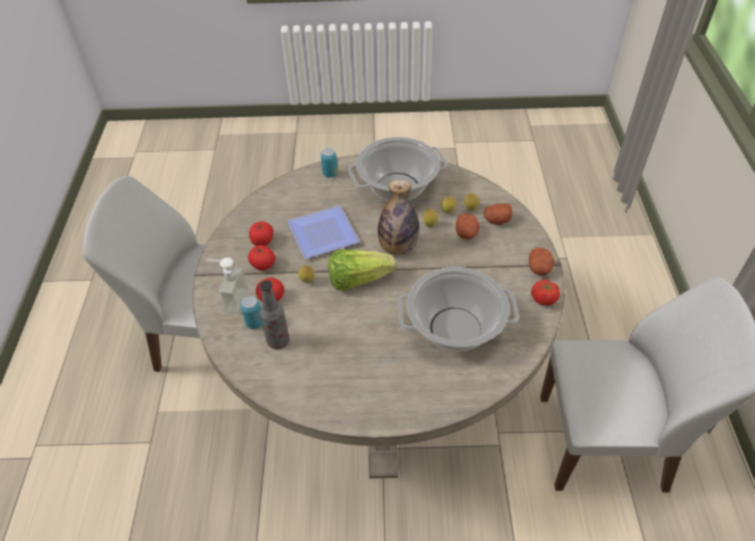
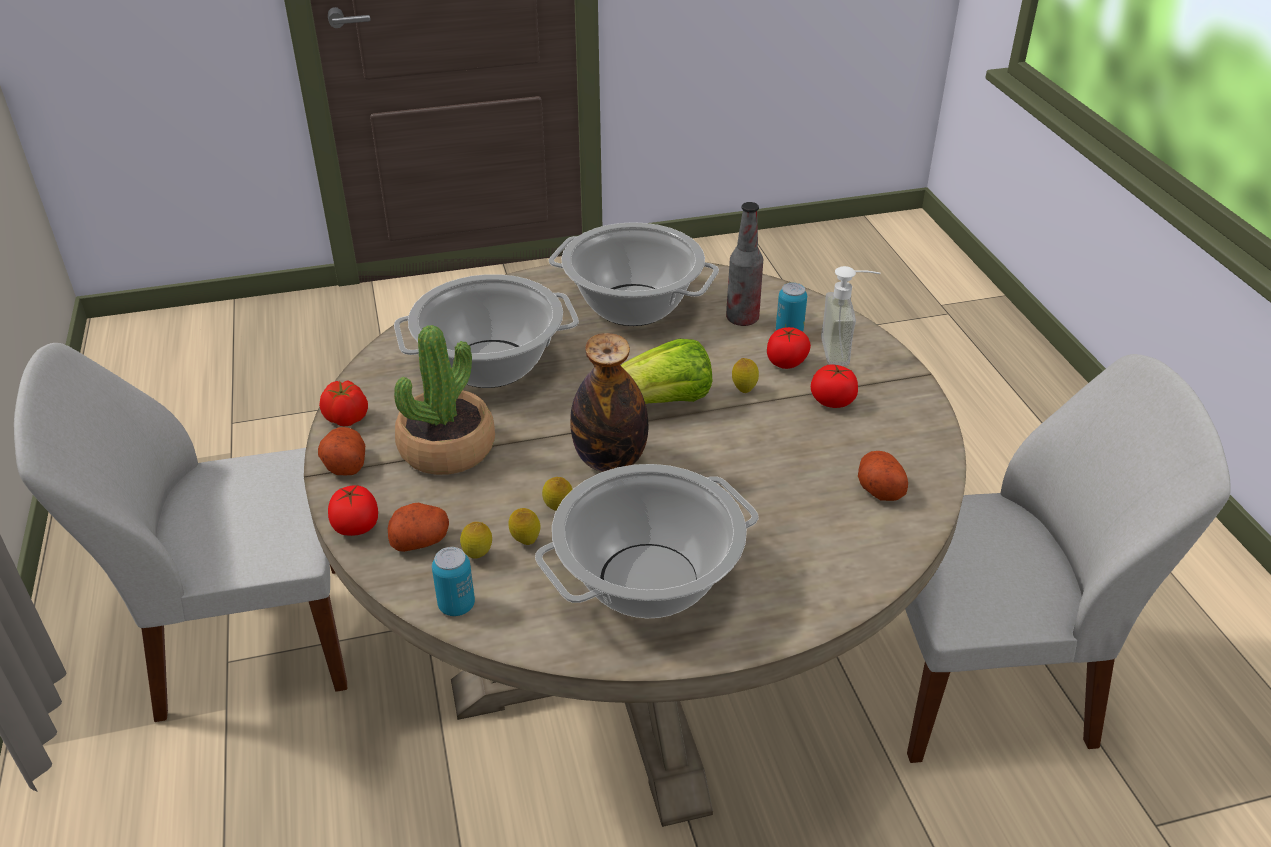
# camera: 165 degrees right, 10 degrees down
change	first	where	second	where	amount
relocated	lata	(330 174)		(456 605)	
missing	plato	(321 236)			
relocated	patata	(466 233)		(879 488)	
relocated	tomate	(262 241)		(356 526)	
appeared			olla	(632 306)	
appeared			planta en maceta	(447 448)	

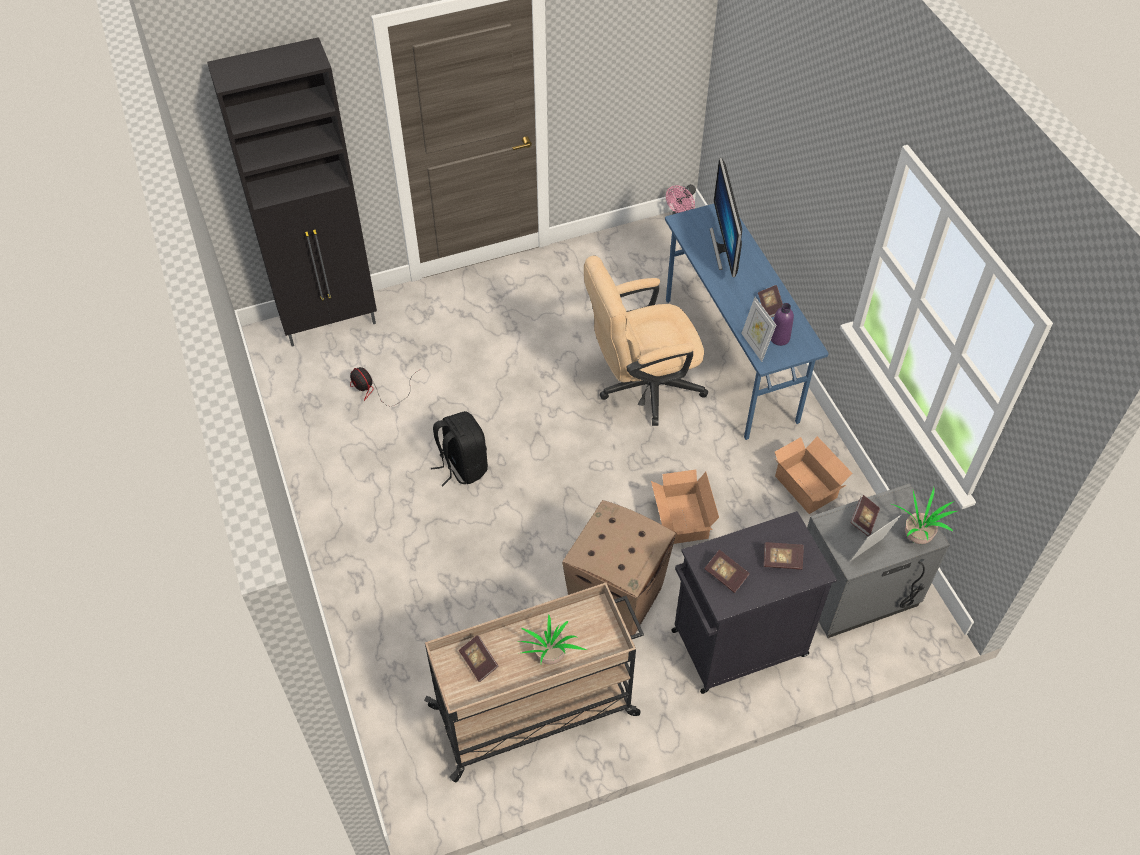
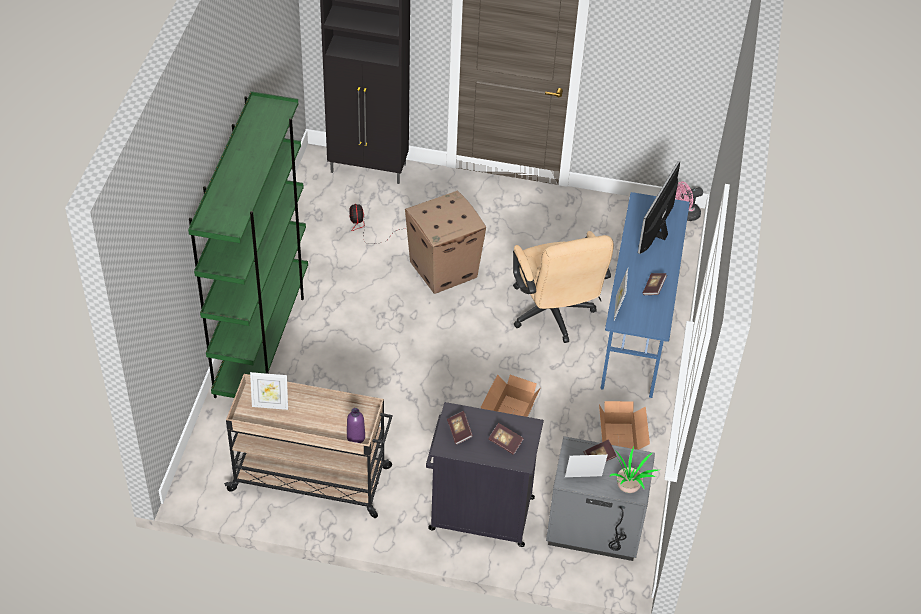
# camera: 30 degrees right, 5 degrees down
change	first	where	second	where	amount
spun	silla de oficina [beis]	(641 387)		(553 316)	120 degrees counterclockwise
relocated	botella [morado]	(779 338)		(356 437)	
missing	mochila [negro]	(462 466)			
relocated	caja de cartón	(617 598)		(444 269)	
missing	planta en maceta	(550 657)			
exchanged	libro	(479 662)	portarretratos	(270 405)	
appeared			estantería [verde]	(262 338)	

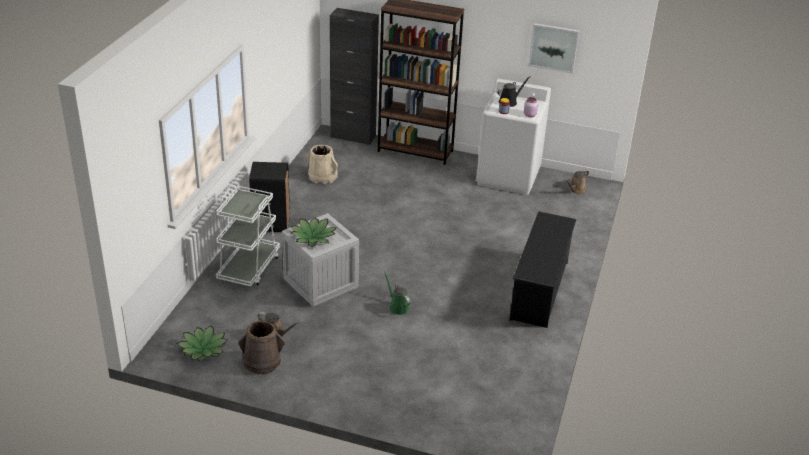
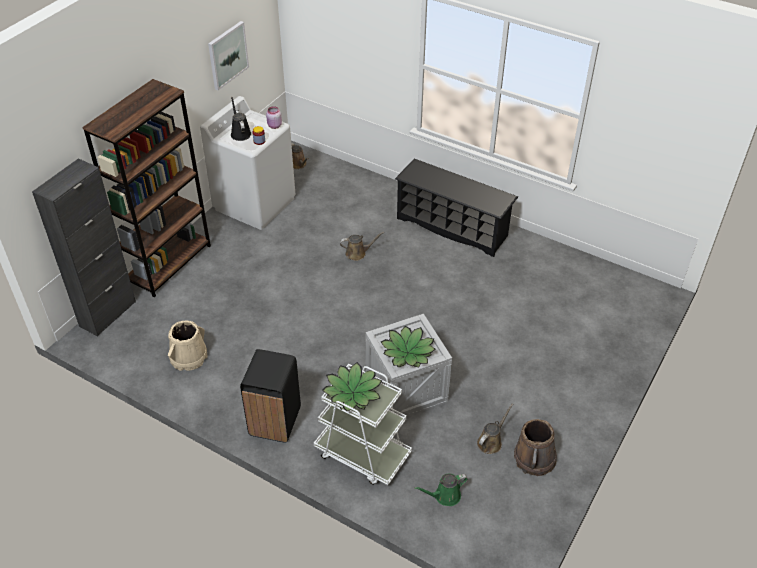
# camera: 75 degrees left, 10 degrees up
change	first	where	second	where	amount
relocated	regadera [verde]	(398 307)		(445 496)	
relocated	planta en maceta	(203 348)		(352 393)	
appeared			regadera [marrón]	(357 253)	

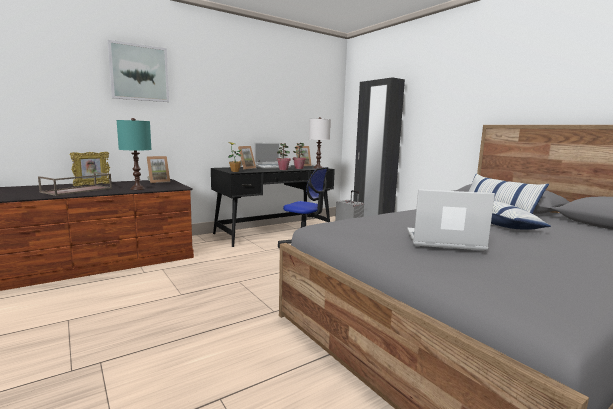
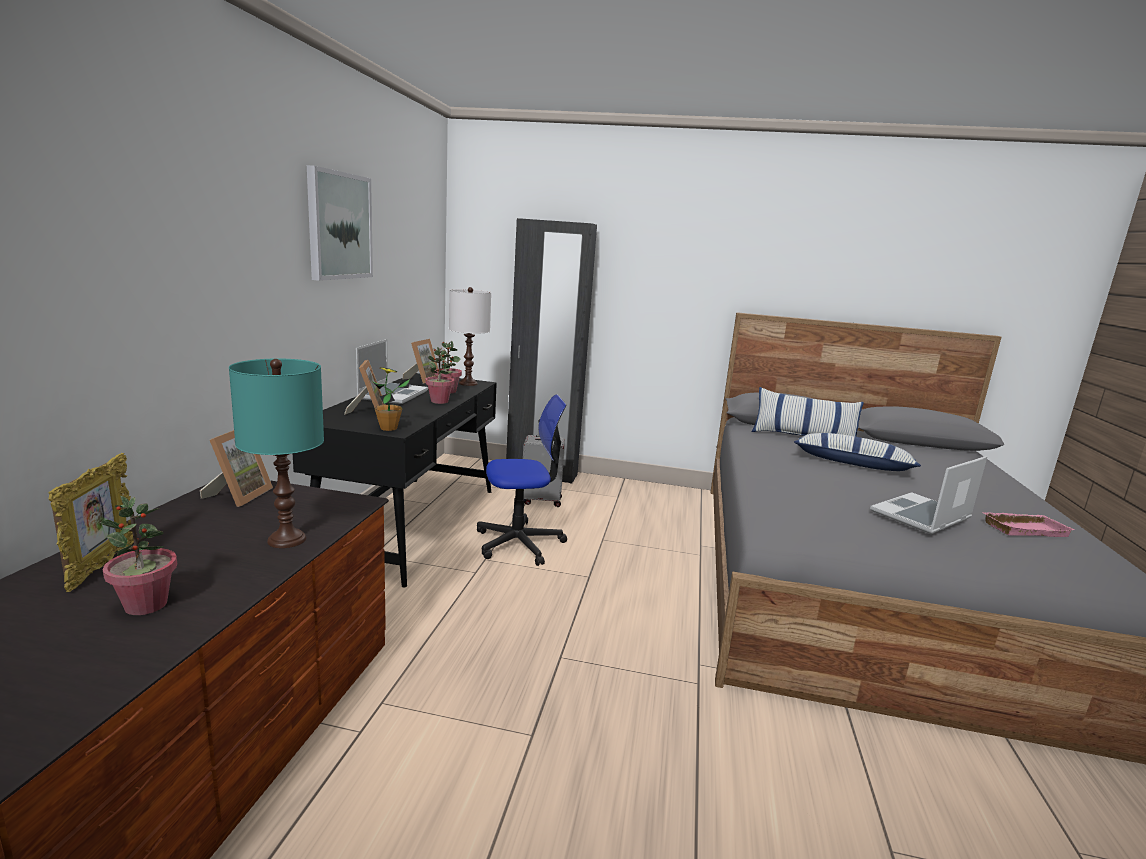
# camera: 45 degrees left, 5 degrees up
change	first	where	second	where	amount
relocated	cuadro	(139 73)		(339 226)	
exchanged	bandeja [marrón]	(77 190)	planta en maceta	(146 605)	
appeared			bandeja [rosa]	(1023 528)	

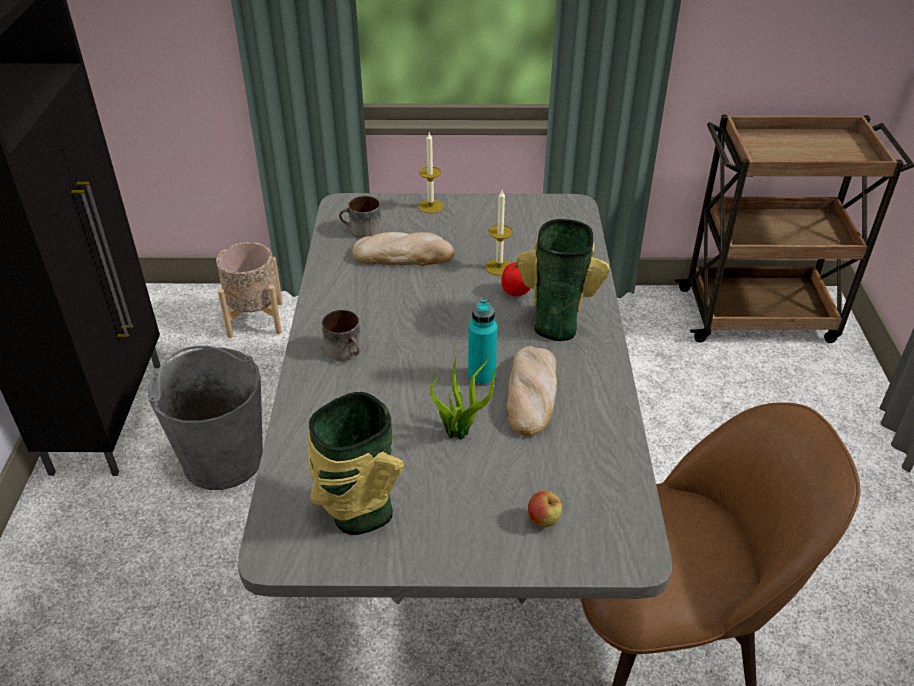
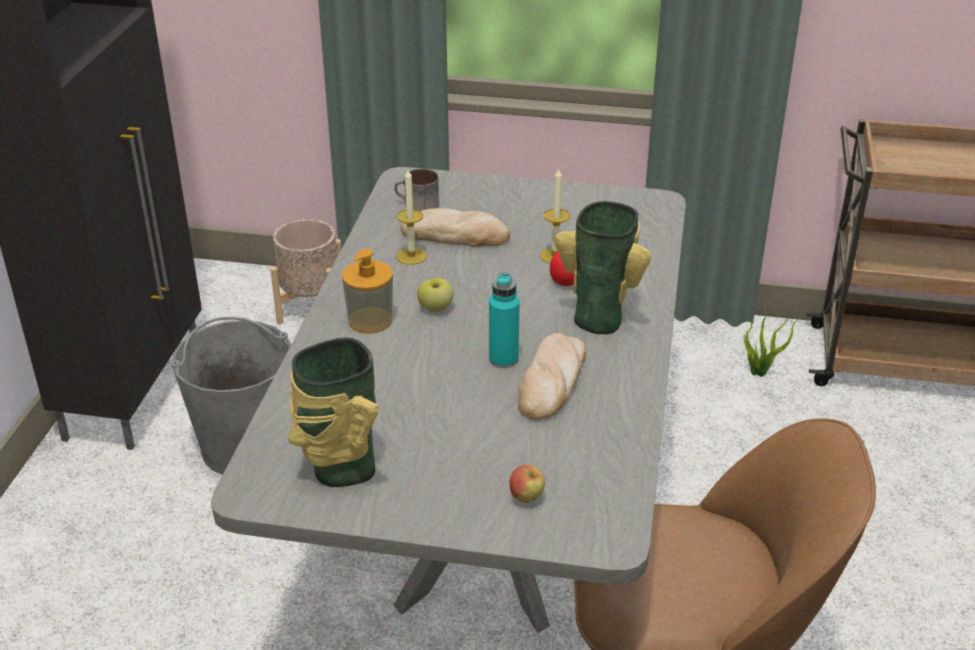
# camera: 10 degrees right, 5 degrees down
change	first	where	second	where	amount
relocated	vela	(430 206)		(411 256)	
exchanged	taza grande	(347 351)	dispensador de jabón	(370 320)	
relocated	planta en maceta	(461 432)		(761 372)	
appeared			manzana	(435 308)	

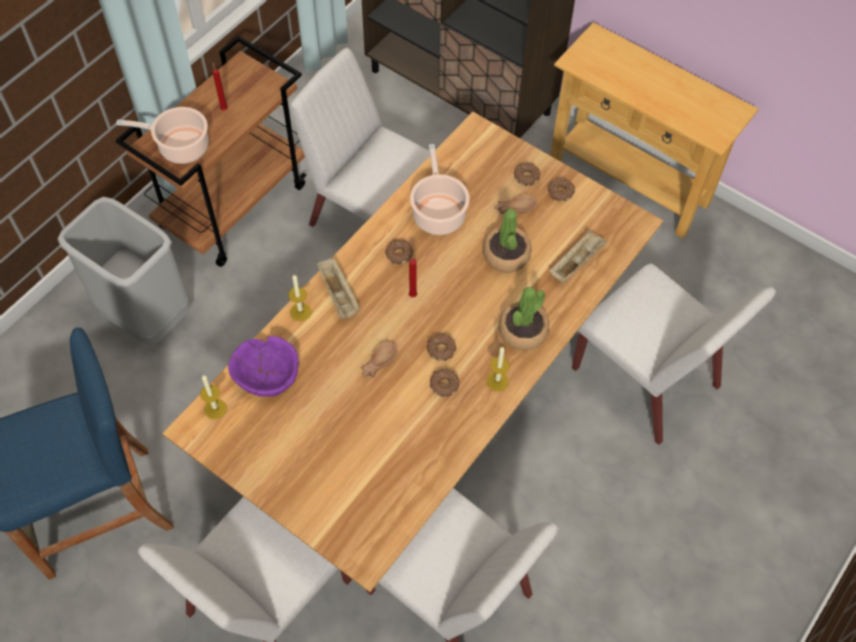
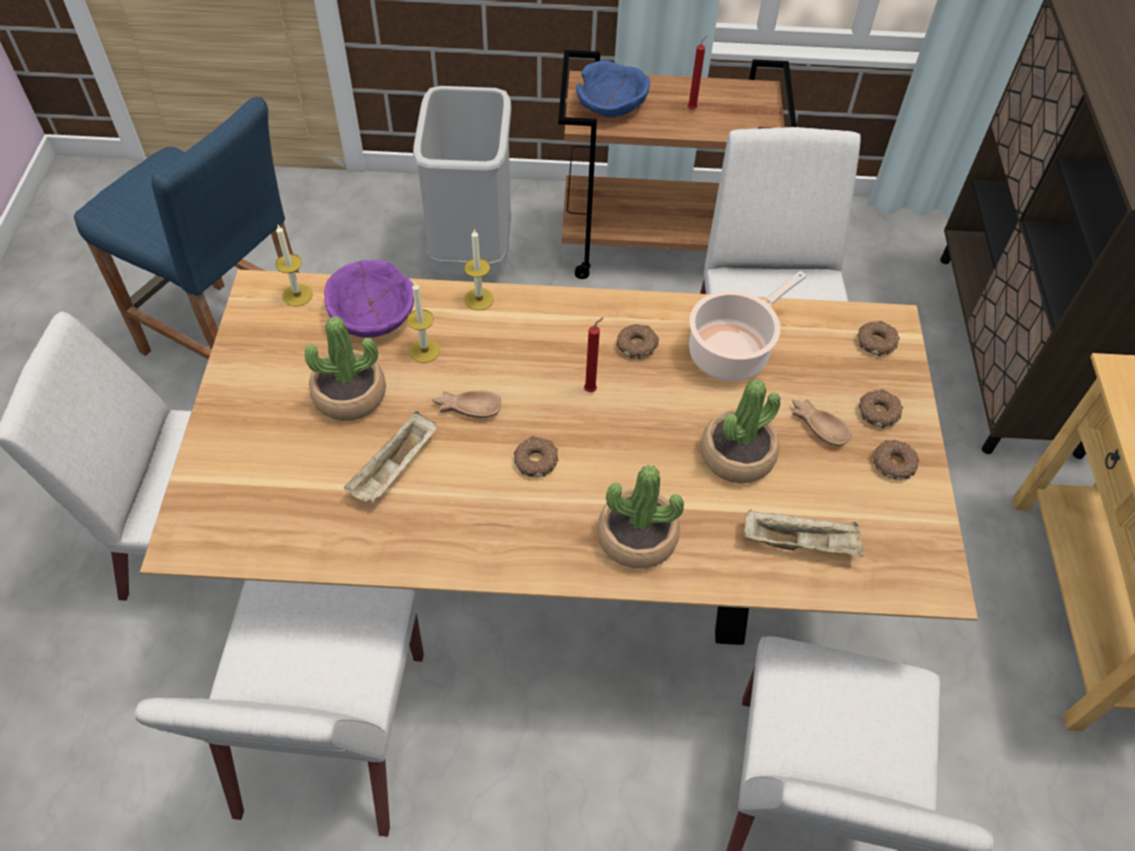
# camera: 55 degrees right, 5 degrees down
change	first	where	second	where	amount
exchanged	olla	(180 147)	cuenco [azul]	(612 104)	
relocated	bandeja [beis]	(339 295)		(394 469)	
relocated	vela	(497 381)		(424 350)	
relocated	rosquilla	(444 384)		(876 342)	
appeared			planta en maceta	(349 395)	

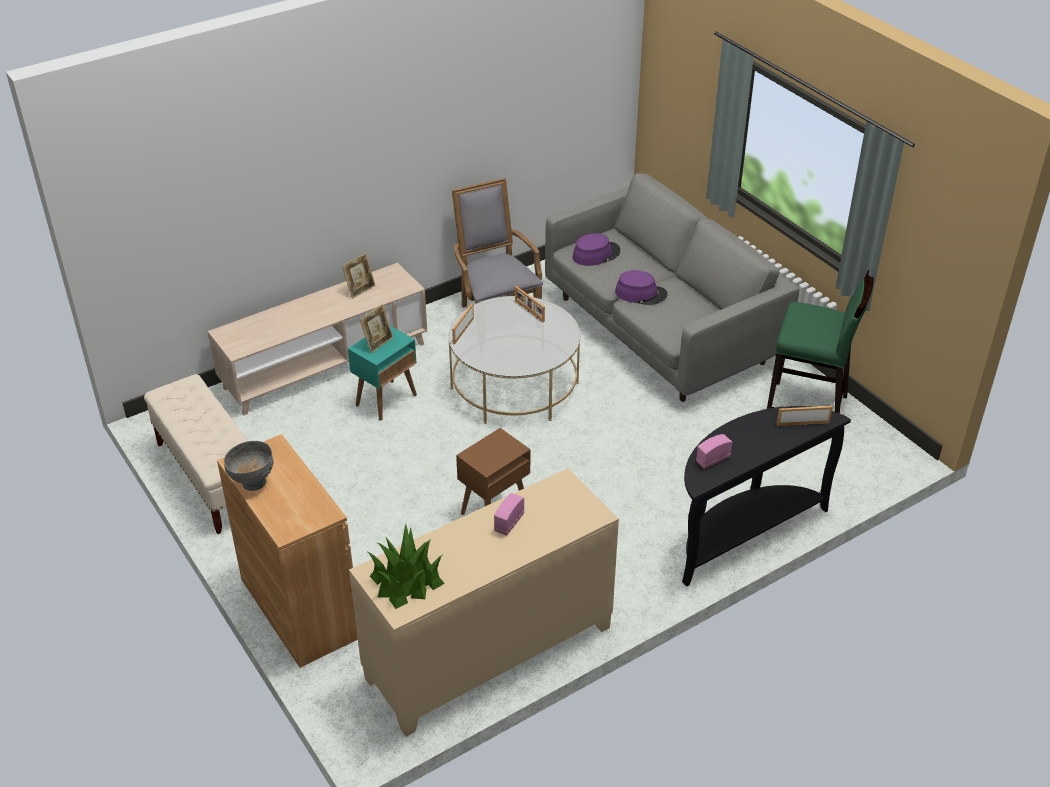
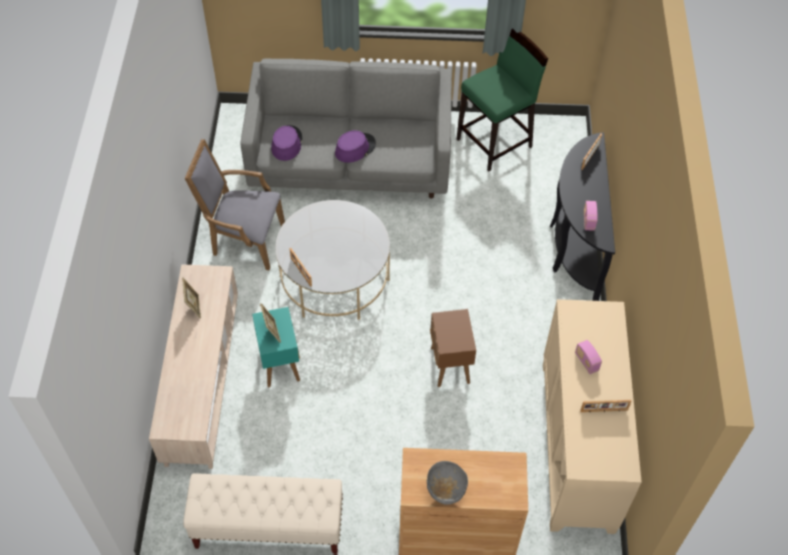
# camera: 55 degrees left, 15 degrees up
change	first	where	second	where	amount
relocated	portarretratos	(529 311)		(604 411)	
missing	planta en maceta	(406 581)			

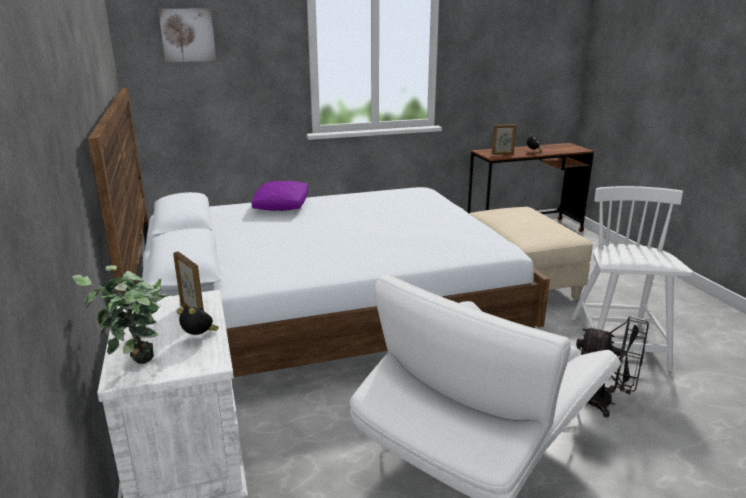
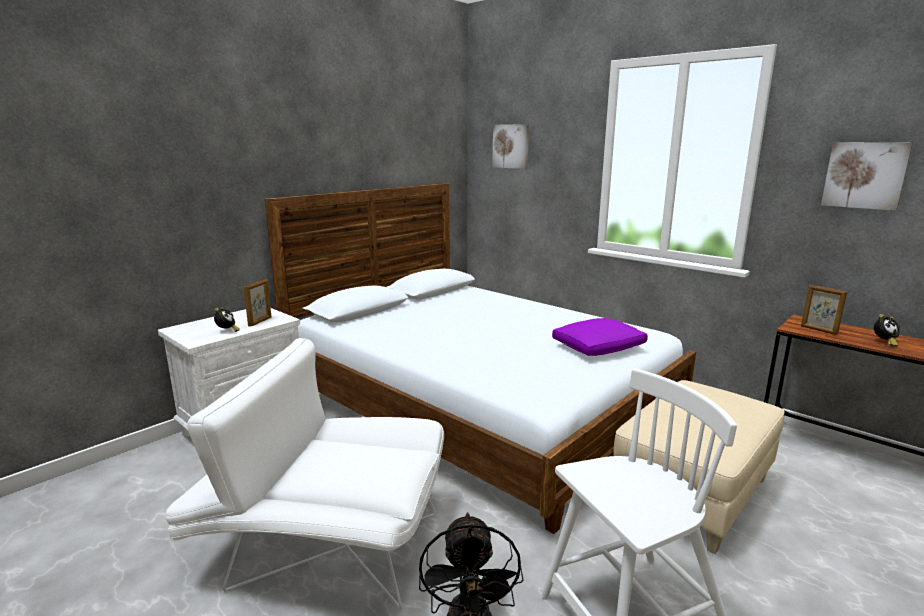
# camera: 60 degrees right, 5 degrees down
change	first	where	second	where	amount
relocated	cojín [morado]	(281 205)		(599 347)	
missing	planta en maceta	(138 367)			
appeared			cuadro	(864 175)	

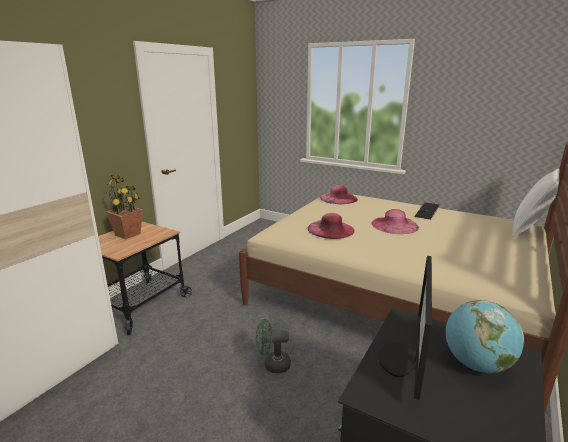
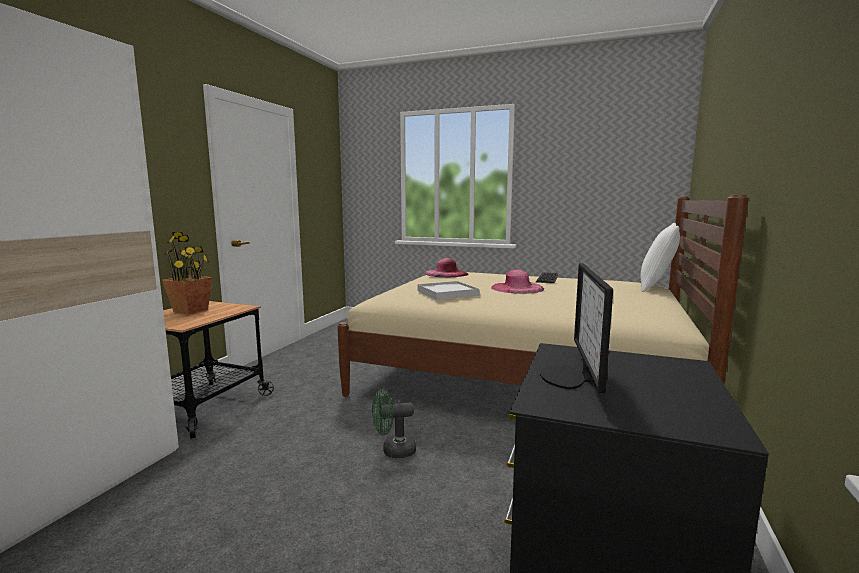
# camera: 10 degrees left, 10 degrees down
change	first	where	second	where	amount
exchanged	sombrero [rosa]	(331 229)	bandeja [blanco]	(447 293)	
missing	globo terráqueo	(476 364)			

